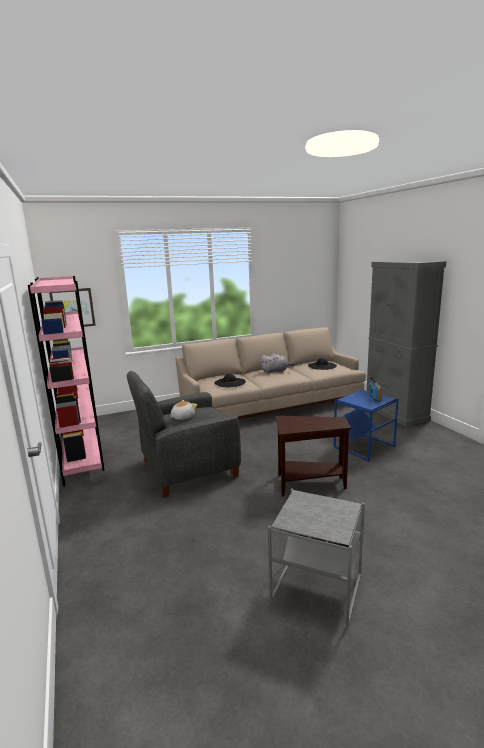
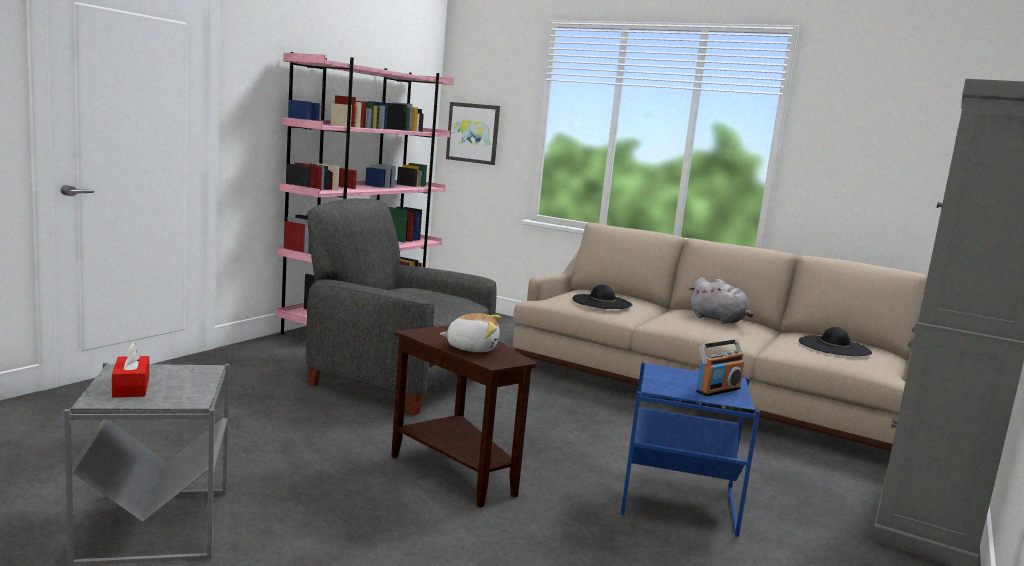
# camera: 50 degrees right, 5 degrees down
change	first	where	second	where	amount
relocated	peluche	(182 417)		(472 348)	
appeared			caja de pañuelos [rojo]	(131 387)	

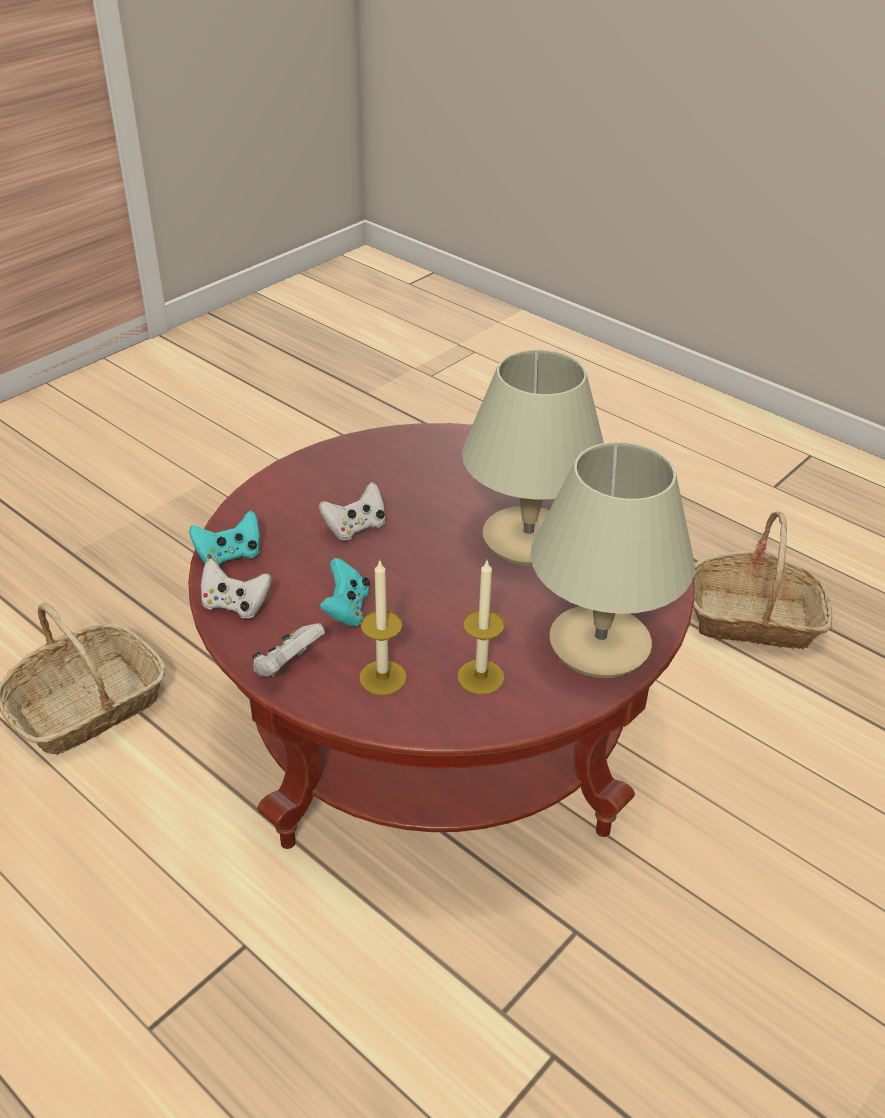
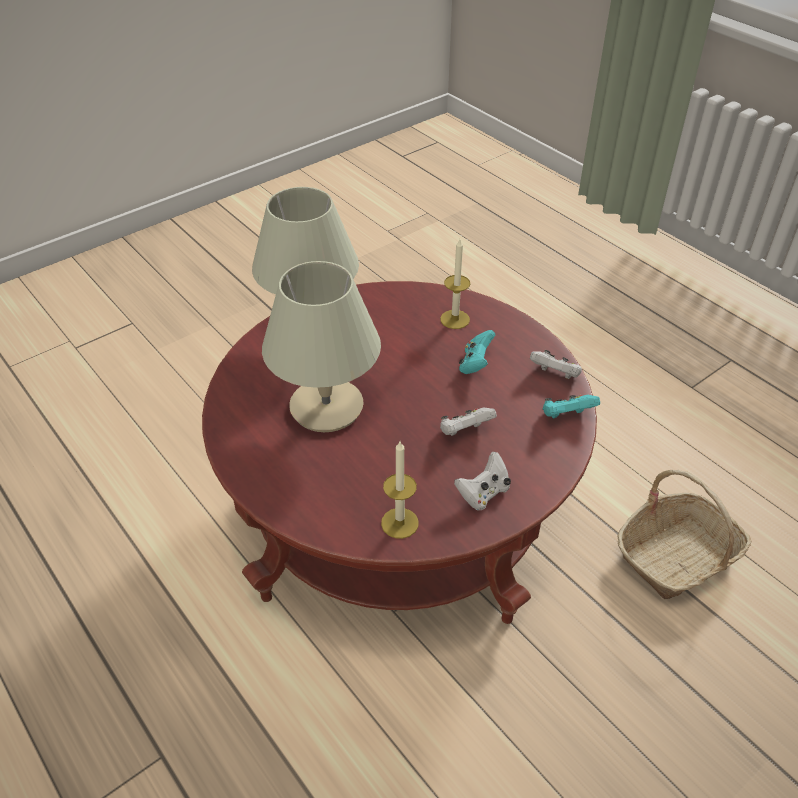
# camera: 170 degrees left, 5 degrees up
change	first	where	second	where	amount
missing	cesta	(753 618)			
relocated	vela	(480 677)		(399 523)	
relocated	mando de consola [blanco]	(287 666)		(483 493)	

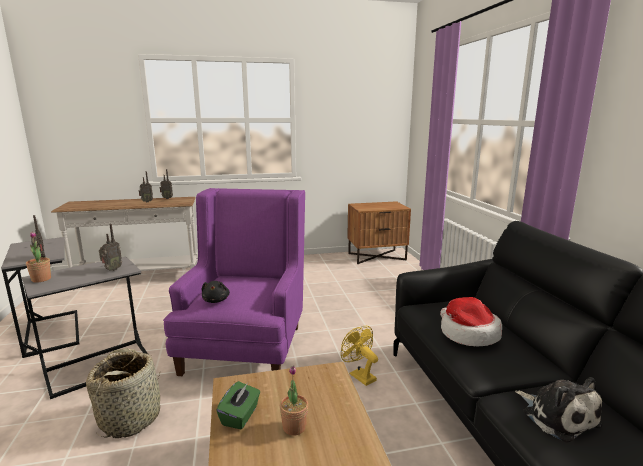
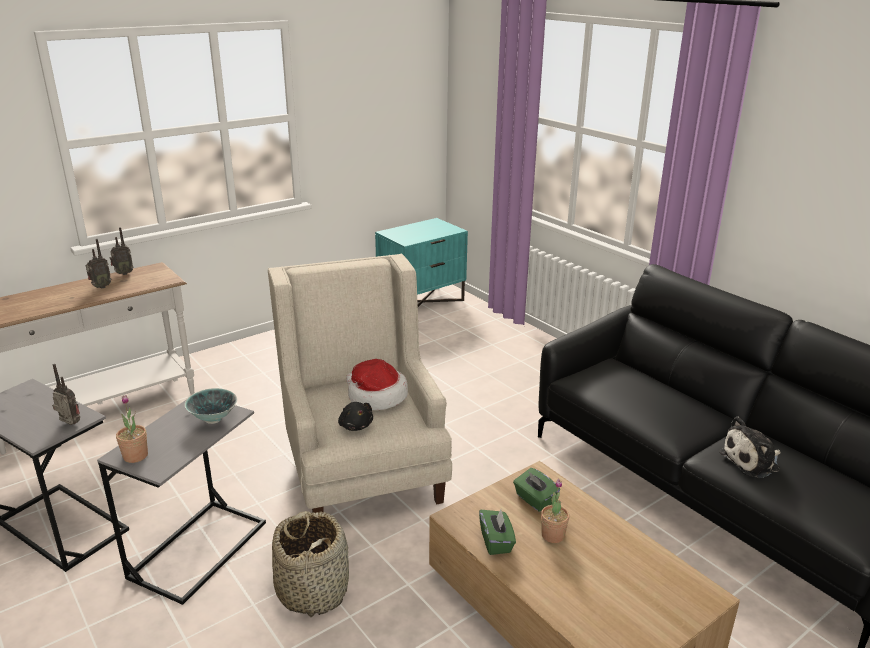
# camera: 25 degrees left, 10 degrees up
change	first	where	second	where	amount
colour	sillón [morado]	(246 343)	sillón [beis]	(361 466)	
colour	mesita de noche [marrón]	(376 256)	mesita de noche [turquesa]	(422 301)	
exchanged	radio	(111 270)	cuenco	(213 419)	
relocated	sombrero	(467 333)		(376 396)	
missing	ventilador [amarillo]	(359 375)			
spun	peluche	(557 416)		(752 461)	120 degrees clockwise
appeared			caja de pañuelos [verde]	(534 500)	

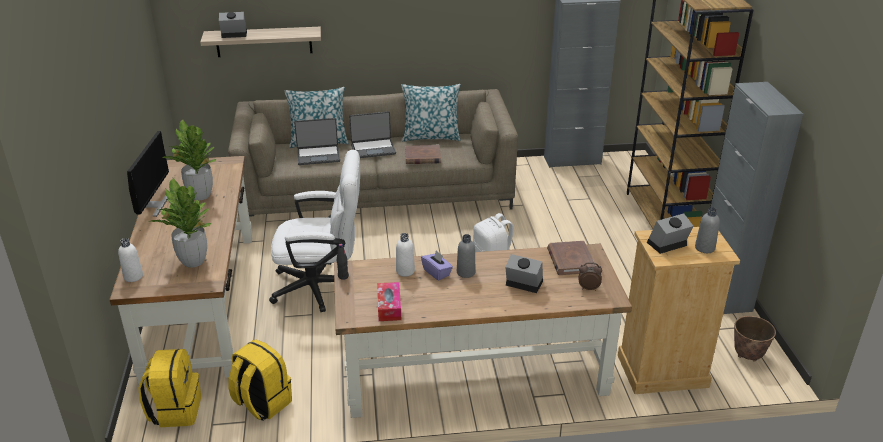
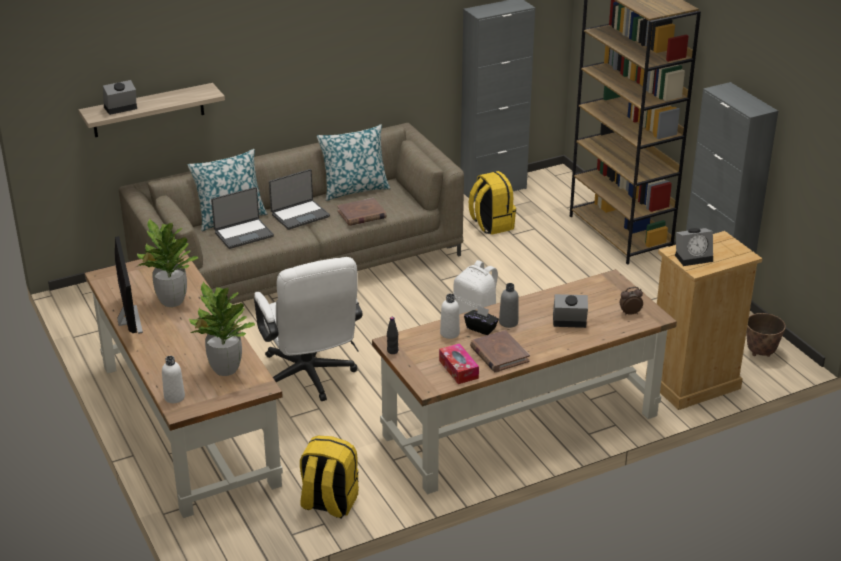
# camera: 20 degrees left, 0 degrees up
change	first	where	second	where	amount
spun	silla de oficina [blanco]	(322 287)		(310 378)	90 degrees clockwise
missing	botella [gris]	(704 248)			
spun	despertador	(667 245)		(694 257)	150 degrees counterclockwise
relocated	libro [marrón]	(570 260)		(499 354)	
colour	caja de pañuelos [morado]	(437 272)	caja de pañuelos [negro]	(481 328)	
relocated	mochila [amarillo]	(175 410)		(491 224)	

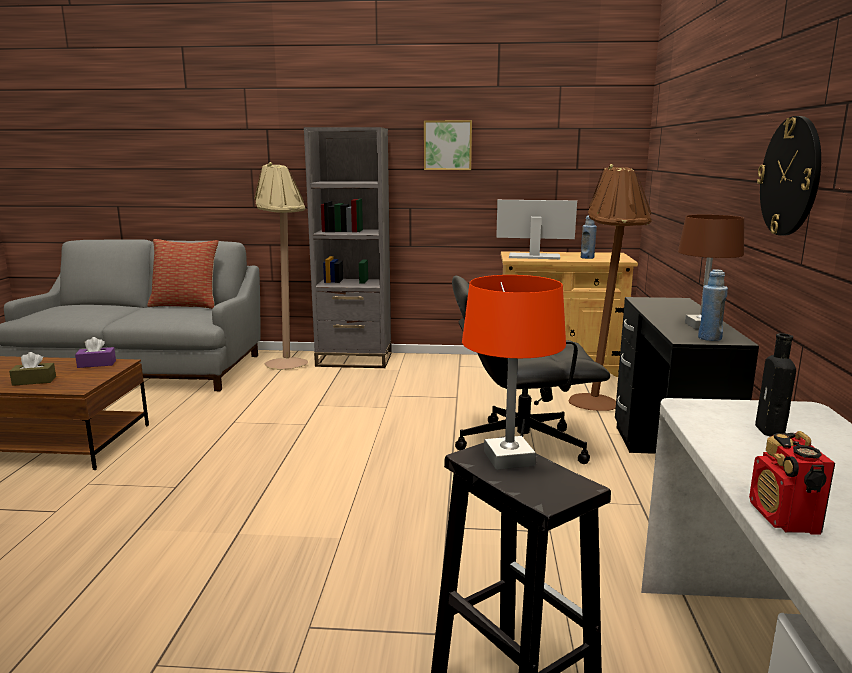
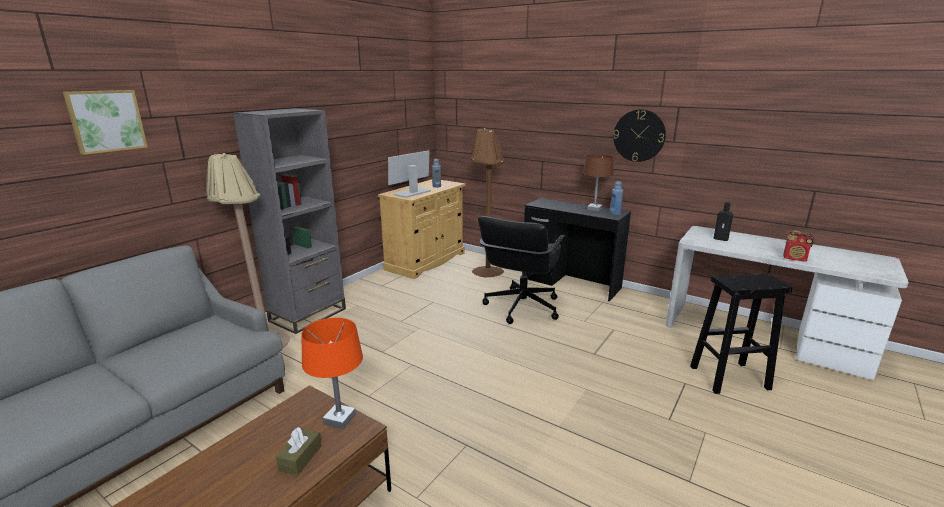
# camera: 60 degrees left, 5 degrees up
change	first	where	second	where	amount
relocated	cuadro	(447 145)		(106 121)	
missing	cojín	(186 305)			
relocated	lámpara de mesa [naranja]	(509 459)		(340 419)	
missing	caja de pañuelos [morado]	(96 364)			

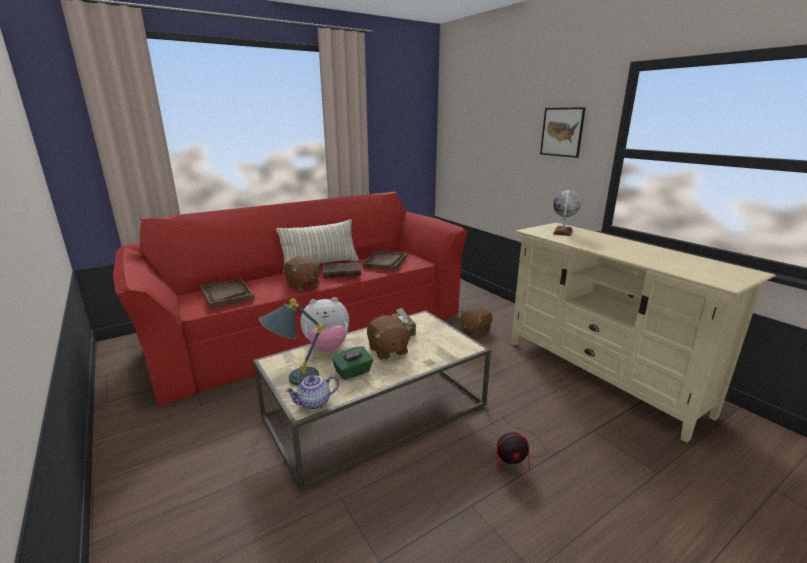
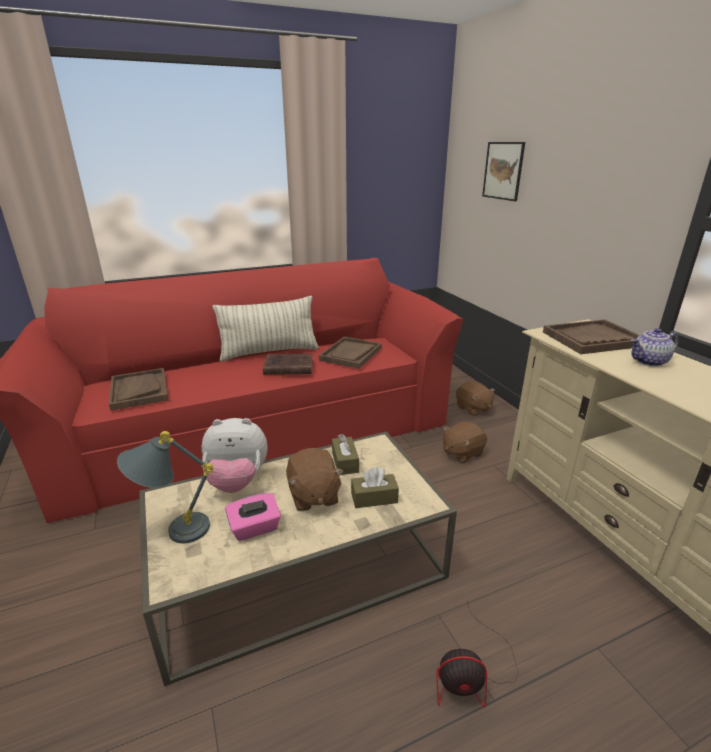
# camera: 10 degrees right, 5 degrees up
change	first	where	second	where	amount
relocated	cuadro	(562 132)		(503 171)	
exchanged	globo terráqueo	(562 232)	bandeja [marrón]	(592 339)	
relocated	peluche [marrón]	(303 284)		(473 408)	
colour	caja de pañuelos [verde]	(353 372)	caja de pañuelos [rosa]	(255 528)	
relocated	tetera	(314 403)		(649 362)	
appeared			caja de pañuelos [marrón]	(374 498)	

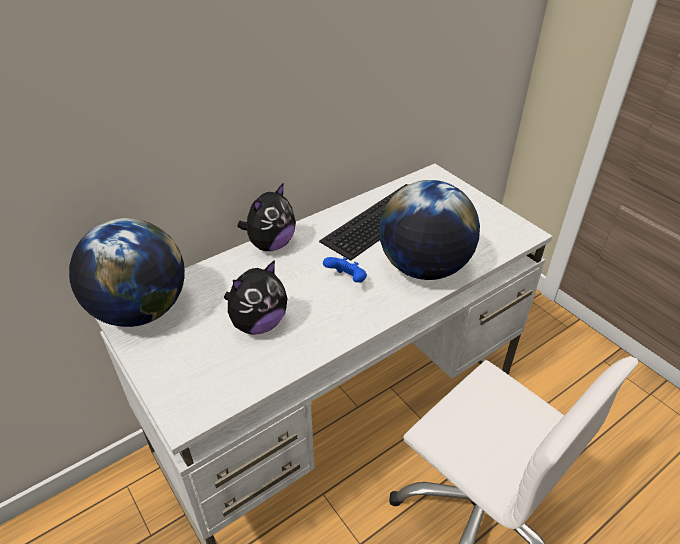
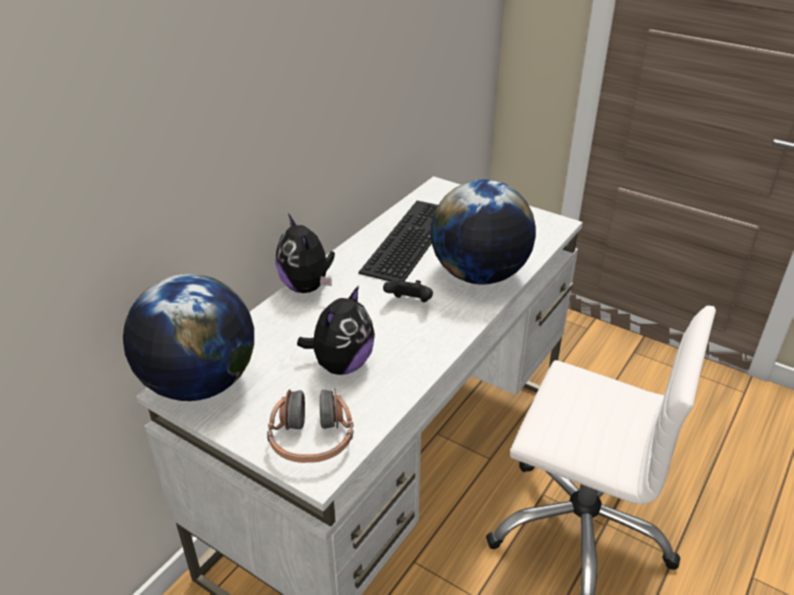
# camera: 20 degrees left, 5 degrees down
change	first	where	second	where	amount
spun	peluche	(270 244)		(307 287)	135 degrees clockwise
colour	mando de consola [azul]	(347 280)	mando de consola [negro]	(409 303)	
appeared			auriculares	(312 439)	

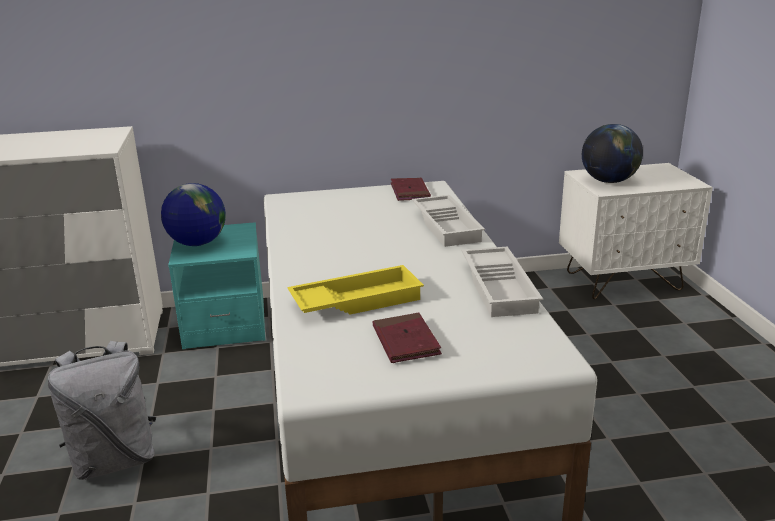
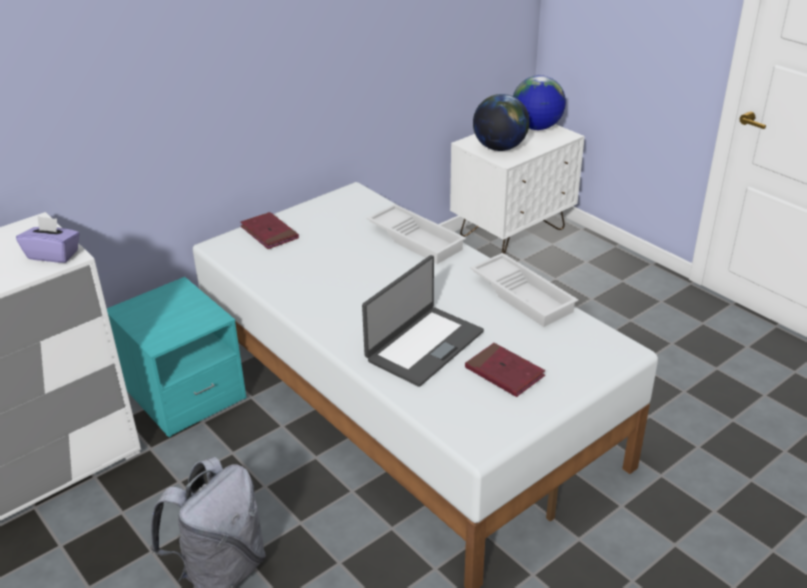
# camera: 30 degrees left, 10 degrees up
change	first	where	second	where	amount
relocated	libro [rojo]	(410 192)		(269 233)	
relocated	globo terráqueo	(197 243)		(536 127)	
exchanged	bandeja [amarillo]	(356 300)	portátil	(423 345)	
appeared			caja de pañuelos [morado]	(53 255)	

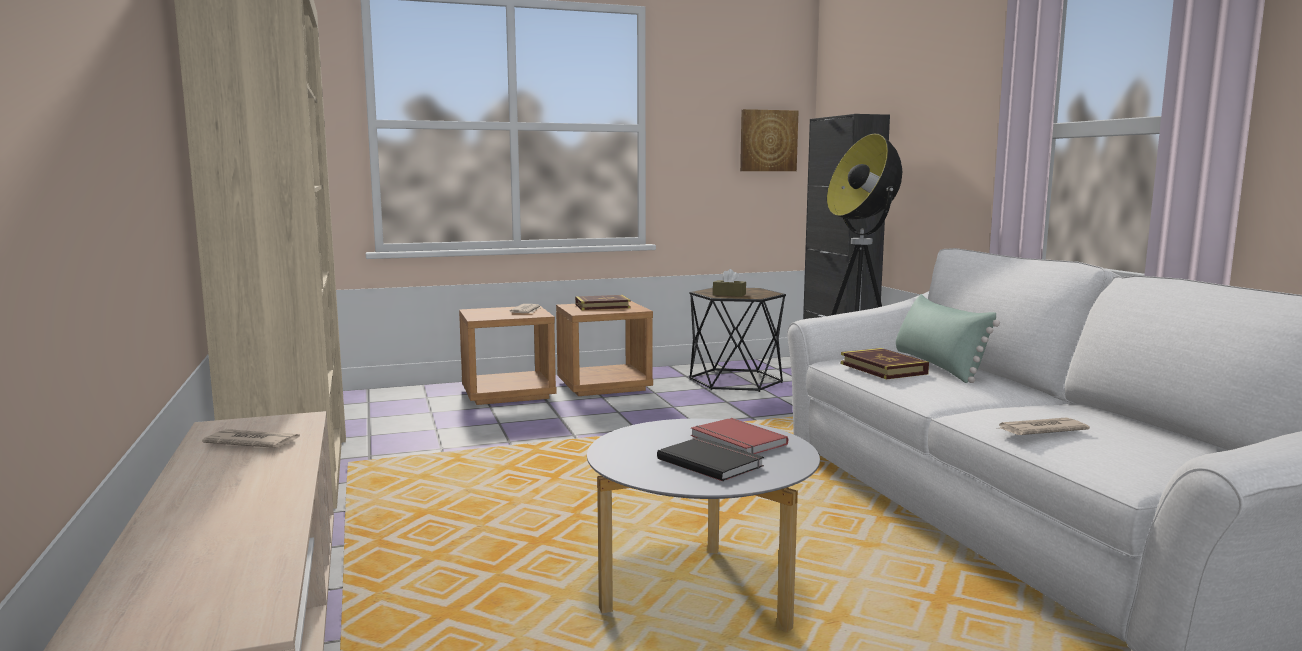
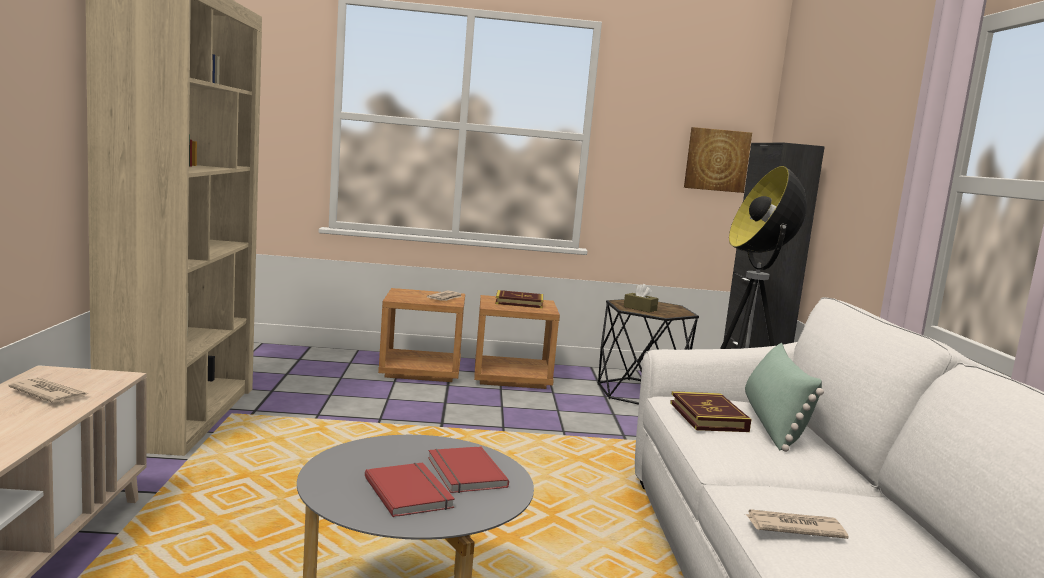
# camera: 15 degrees right, 0 degrees up
change	first	where	second	where	amount
colour	libro [negro]	(711 462)	libro [rojo]	(410 492)	

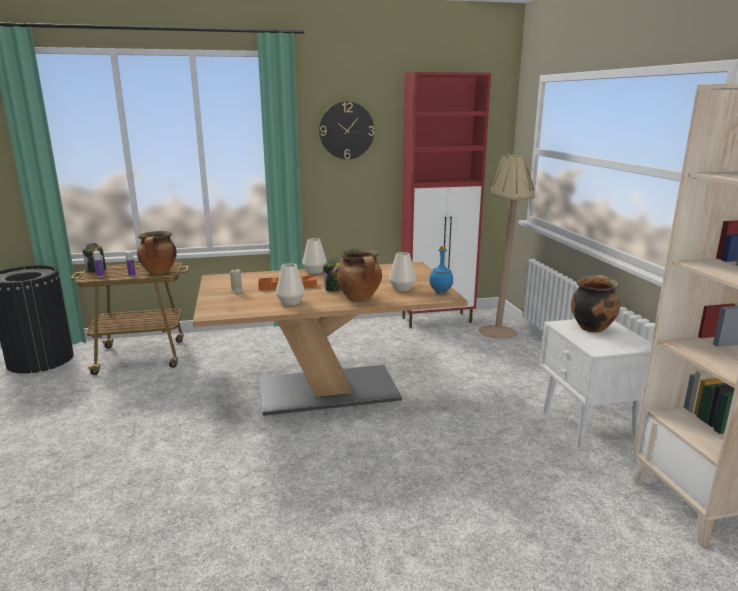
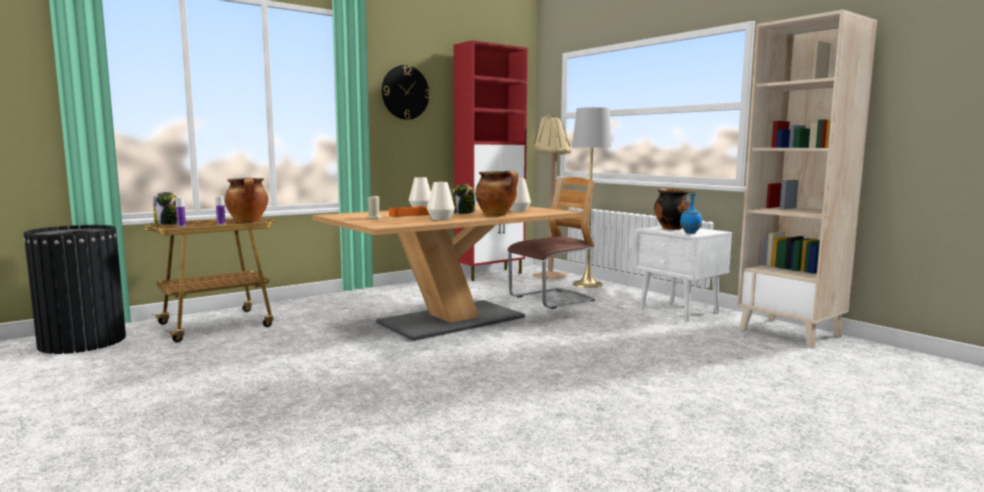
# camera: 25 degrees left, 10 degrees down
change	first	where	second	where	amount
relocated	botella [azul]	(441 292)		(690 233)	
appeared			lámpara de pie [gris]	(587 284)	
appeared			silla	(551 299)	

